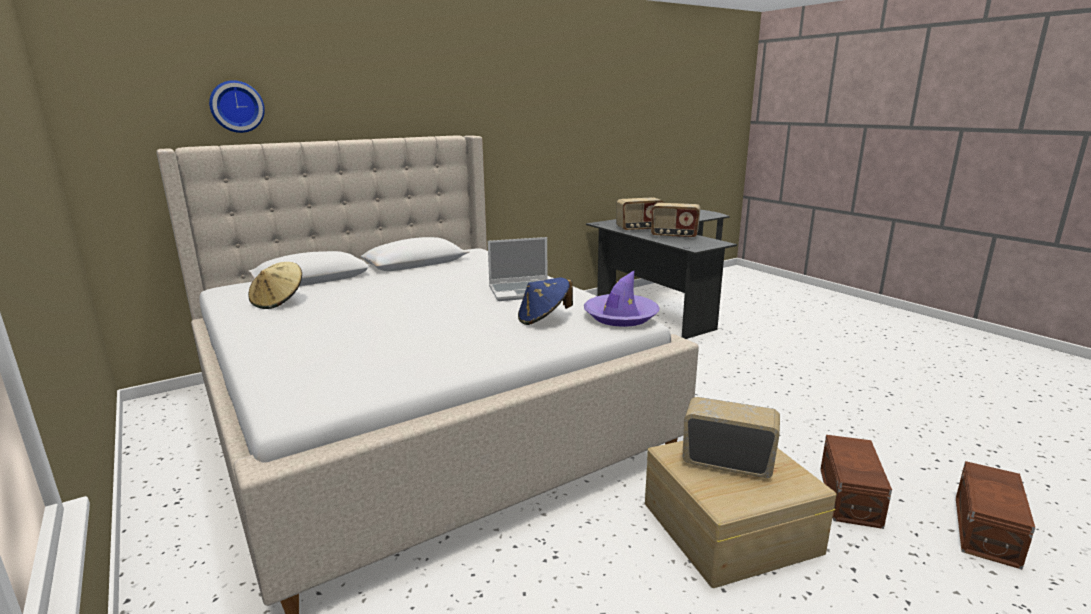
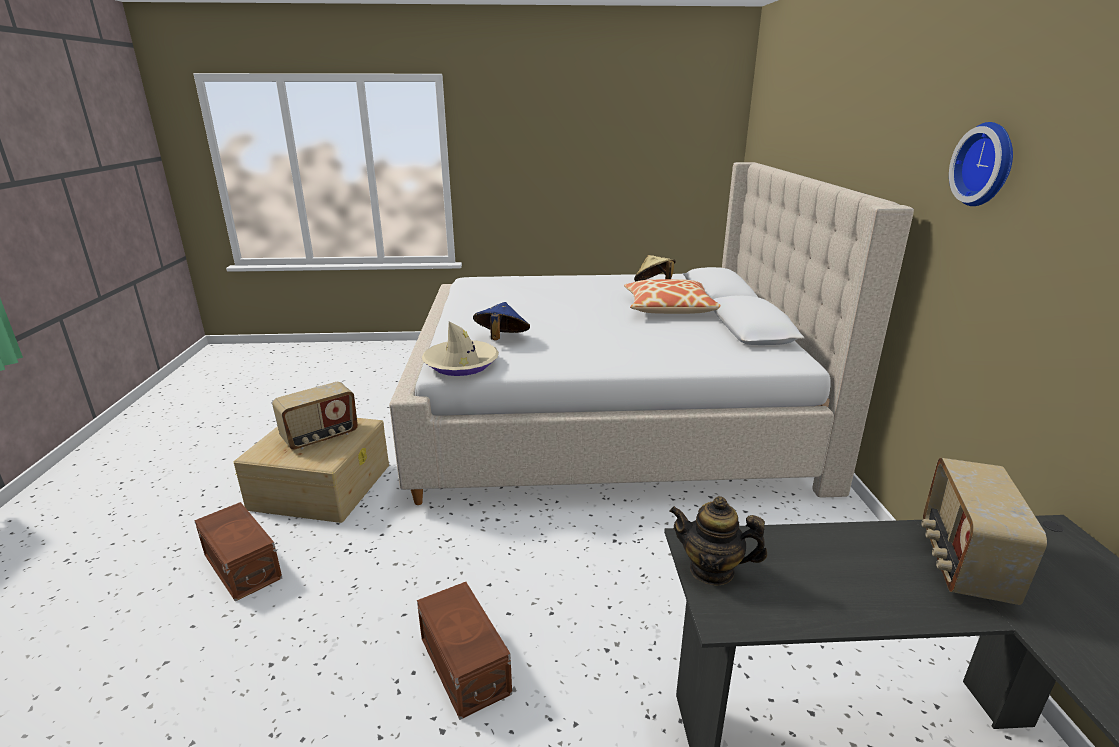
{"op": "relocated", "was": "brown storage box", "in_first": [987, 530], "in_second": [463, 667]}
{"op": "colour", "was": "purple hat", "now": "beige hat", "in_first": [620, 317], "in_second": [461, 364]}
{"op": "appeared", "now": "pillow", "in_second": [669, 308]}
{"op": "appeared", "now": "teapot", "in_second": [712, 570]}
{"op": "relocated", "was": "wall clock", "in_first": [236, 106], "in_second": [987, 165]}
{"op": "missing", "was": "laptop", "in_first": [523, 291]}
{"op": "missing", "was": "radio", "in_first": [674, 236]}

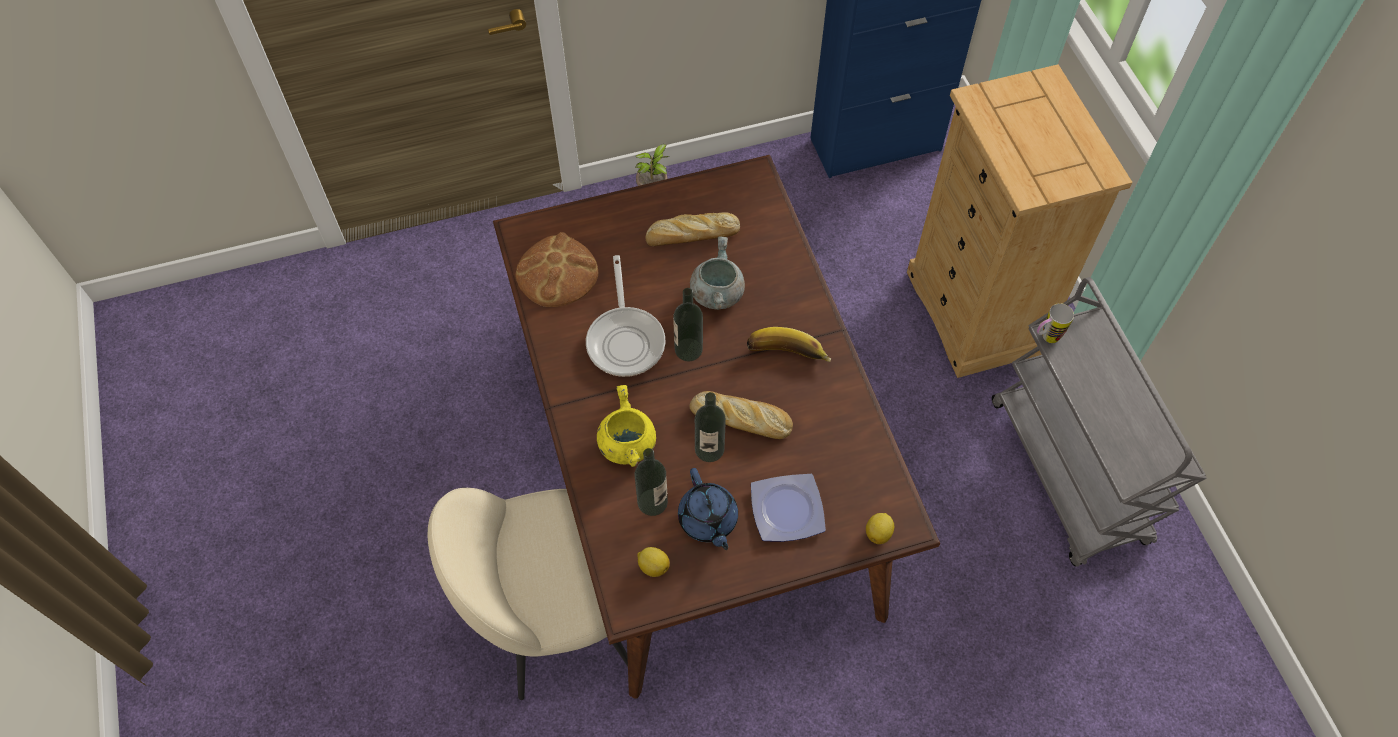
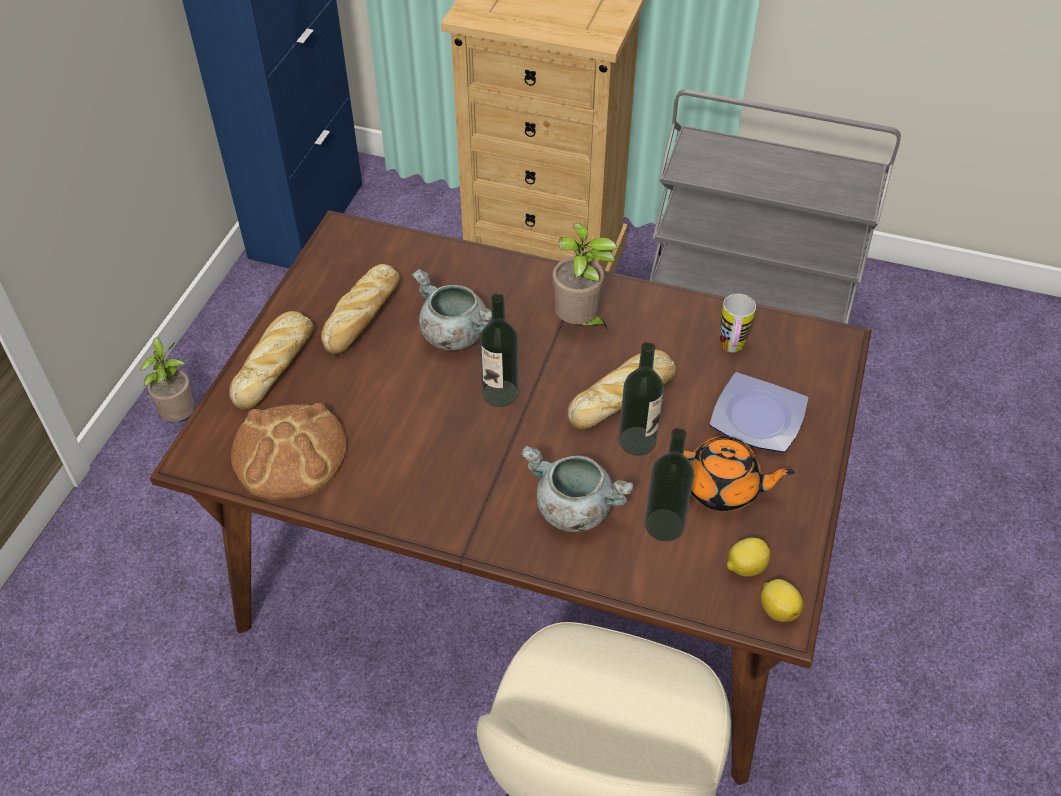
{"op": "appeared", "now": "bread", "in_second": [275, 364]}
{"op": "colour", "was": "yellow cooking pot", "now": "grey cooking pot", "in_first": [627, 444], "in_second": [573, 509]}
{"op": "exchanged", "was": "banana", "now": "potted plant", "in_first": [786, 357], "in_second": [579, 323]}
{"op": "colour", "was": "blue teapot", "now": "orange teapot", "in_first": [708, 520], "in_second": [722, 488]}
{"op": "relocated", "was": "mug", "in_first": [1045, 338], "in_second": [731, 350]}
{"op": "relocated", "was": "lemon", "in_first": [878, 533], "in_second": [777, 609]}
{"op": "missing", "was": "frying pan", "in_first": [625, 339]}

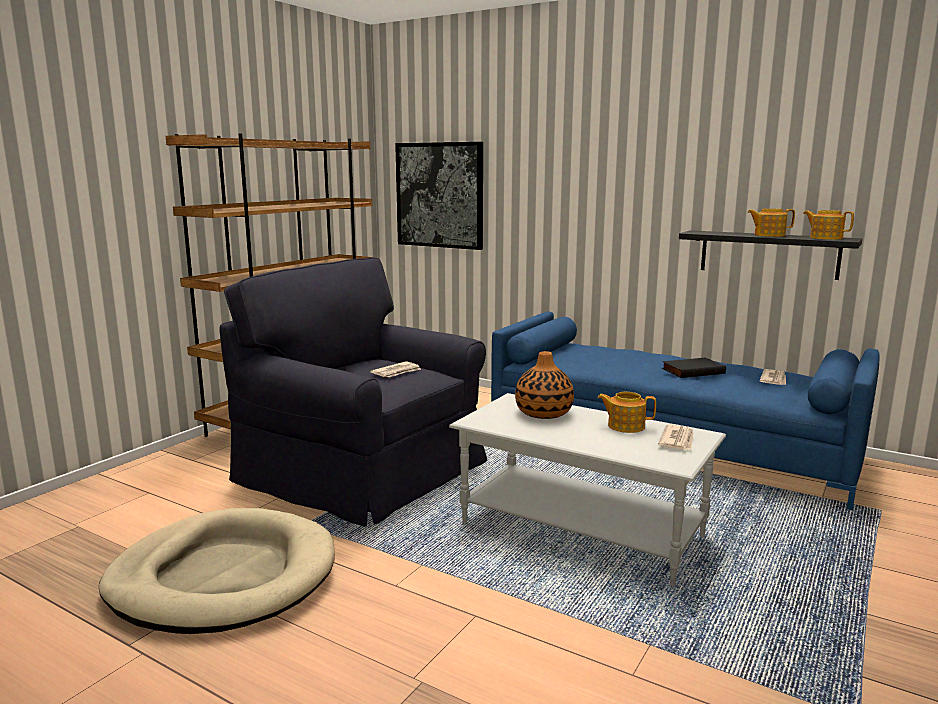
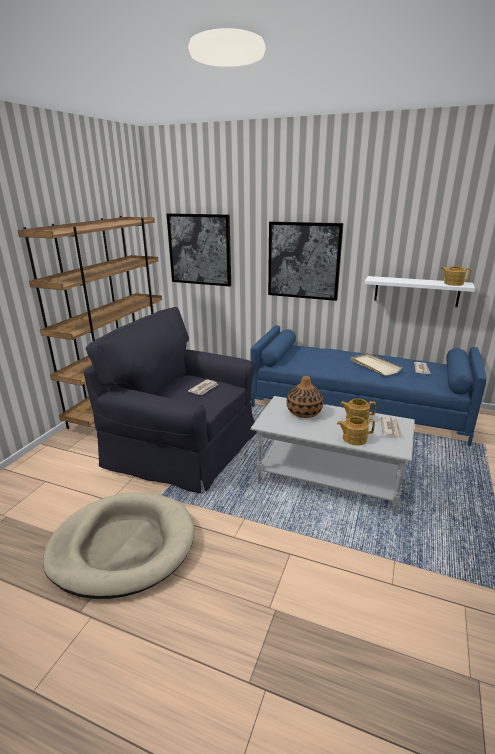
{"op": "appeared", "now": "picture", "in_second": [304, 260]}
{"op": "relocated", "was": "teapot", "in_first": [768, 235], "in_second": [354, 438]}
{"op": "exchanged", "was": "black book", "now": "beige tray", "in_first": [692, 371], "in_second": [374, 366]}
{"op": "colour", "was": "black shelf", "now": "white shelf", "in_first": [768, 254], "in_second": [416, 291]}

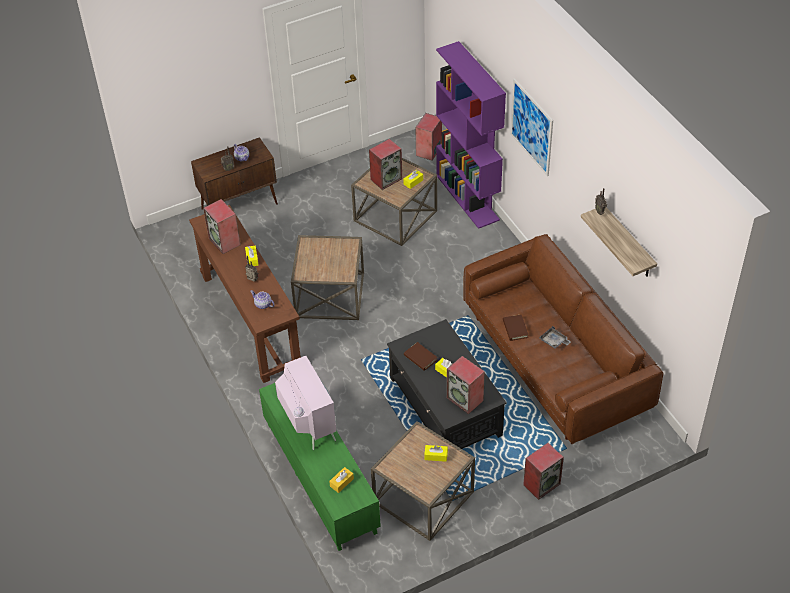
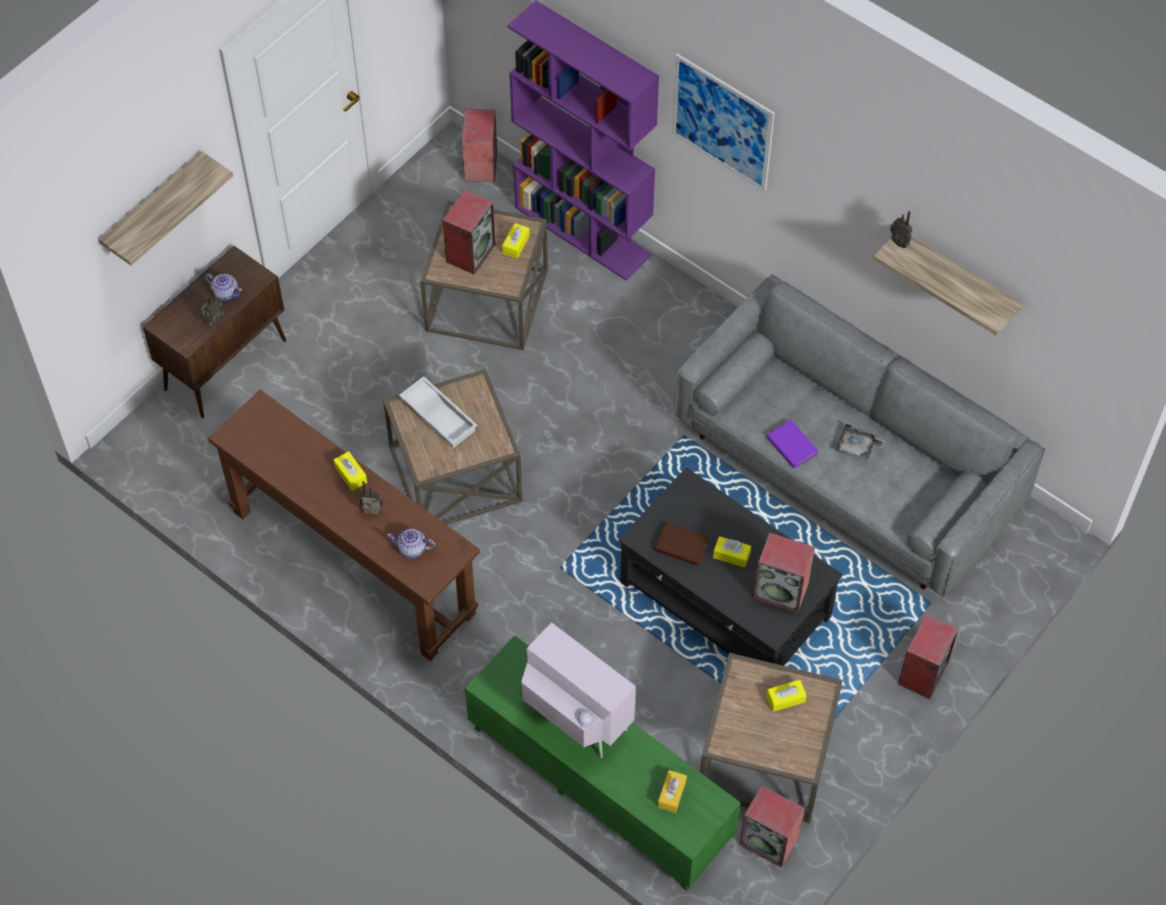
{"op": "appeared", "now": "shelf", "in_second": [154, 208]}
{"op": "appeared", "now": "white tray", "in_second": [440, 415]}
{"op": "colour", "was": "brown sofa", "now": "grey sofa", "in_first": [555, 362], "in_second": [848, 468]}
{"op": "relocated", "was": "speaker", "in_first": [225, 242], "in_second": [770, 841]}
{"op": "colour", "was": "brown book", "now": "purple book", "in_first": [515, 329], "in_second": [791, 446]}

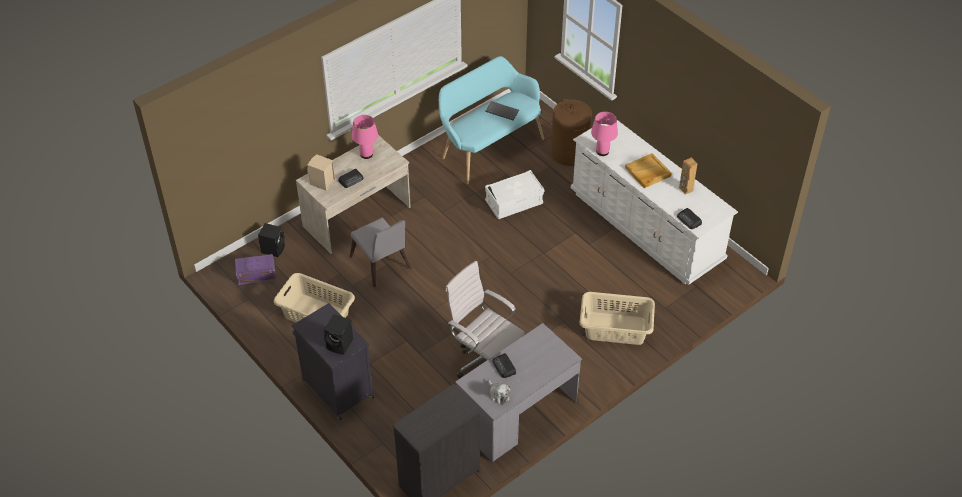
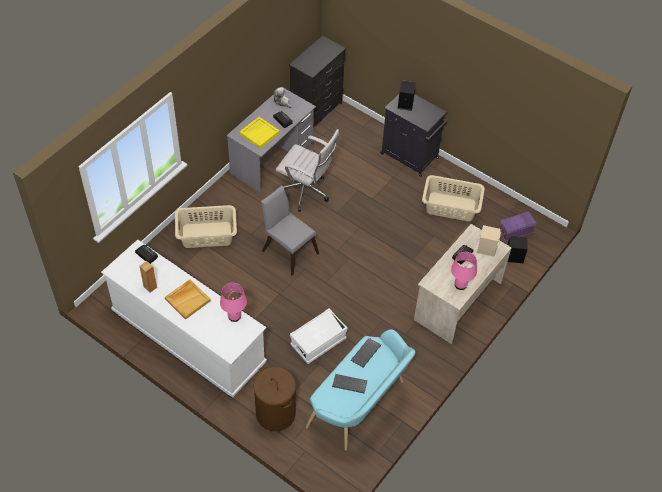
{"op": "appeared", "now": "yellow tray", "in_second": [259, 133]}
{"op": "relocated", "was": "grey chair", "in_first": [381, 266], "in_second": [288, 249]}
{"op": "appeared", "now": "keyboard", "in_second": [366, 353]}

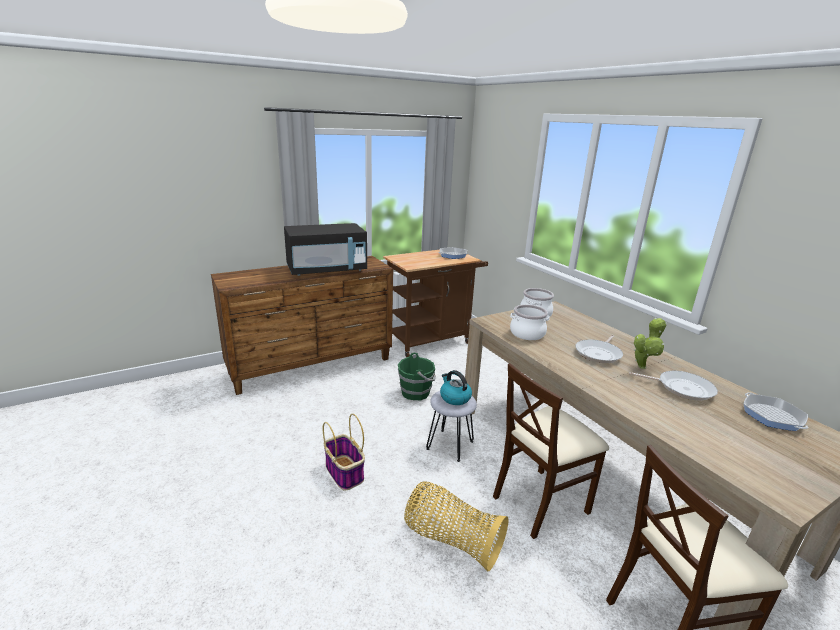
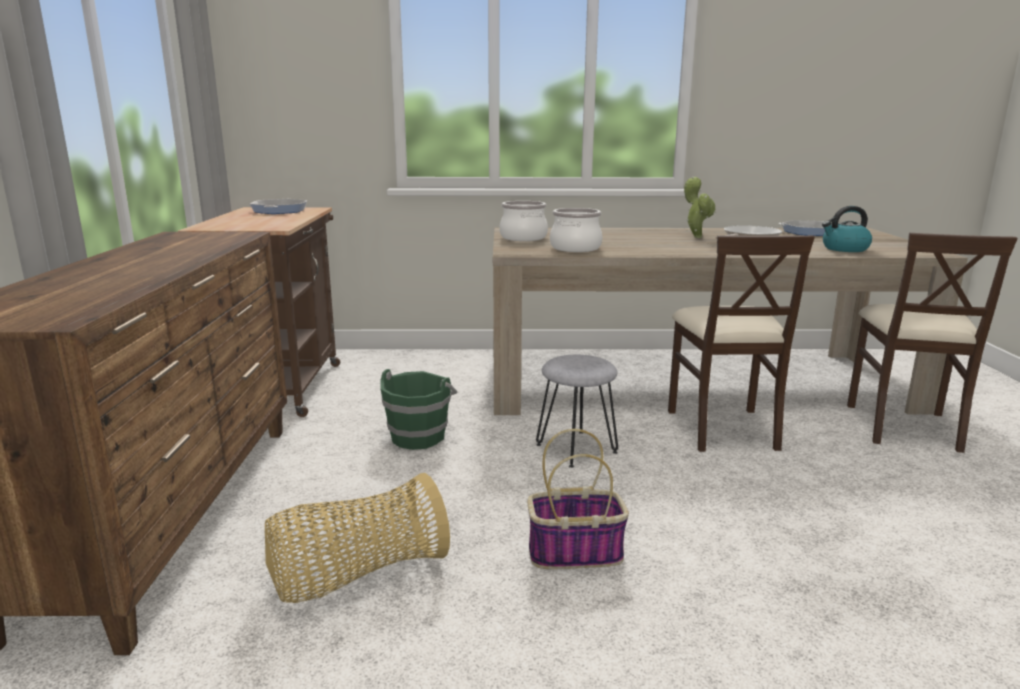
{"op": "relocated", "was": "basket", "in_first": [451, 540], "in_second": [357, 576]}
{"op": "relocated", "was": "kettle", "in_first": [454, 398], "in_second": [844, 249]}
{"op": "missing", "was": "black microwave", "in_first": [327, 270]}
{"op": "missing", "was": "frying pan", "in_first": [599, 353]}

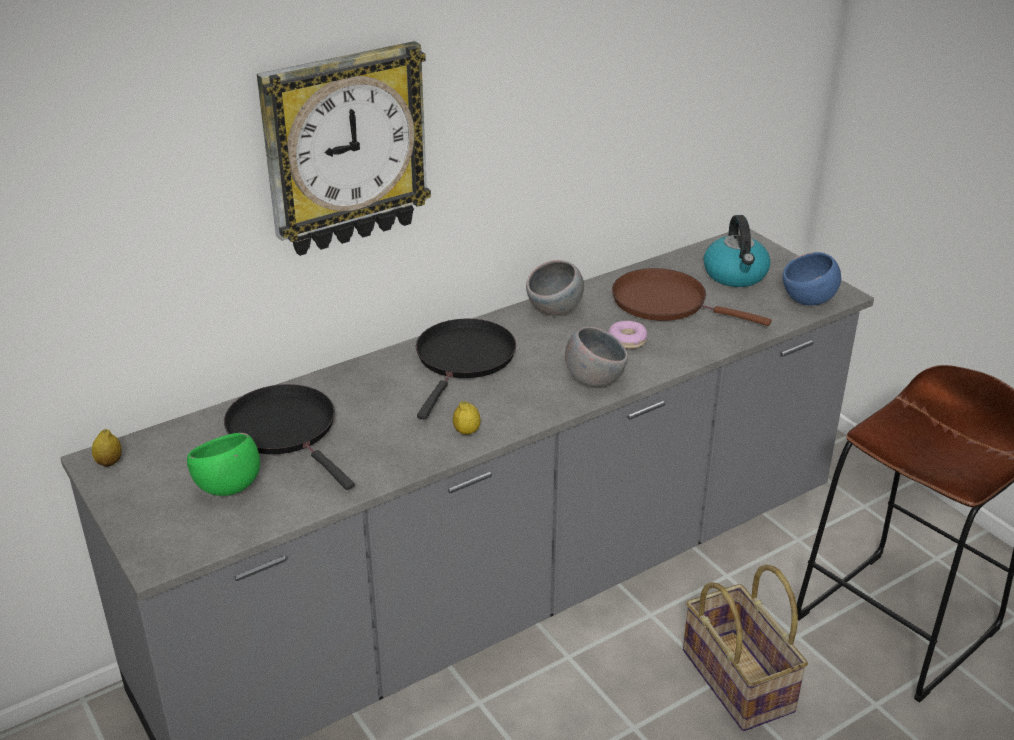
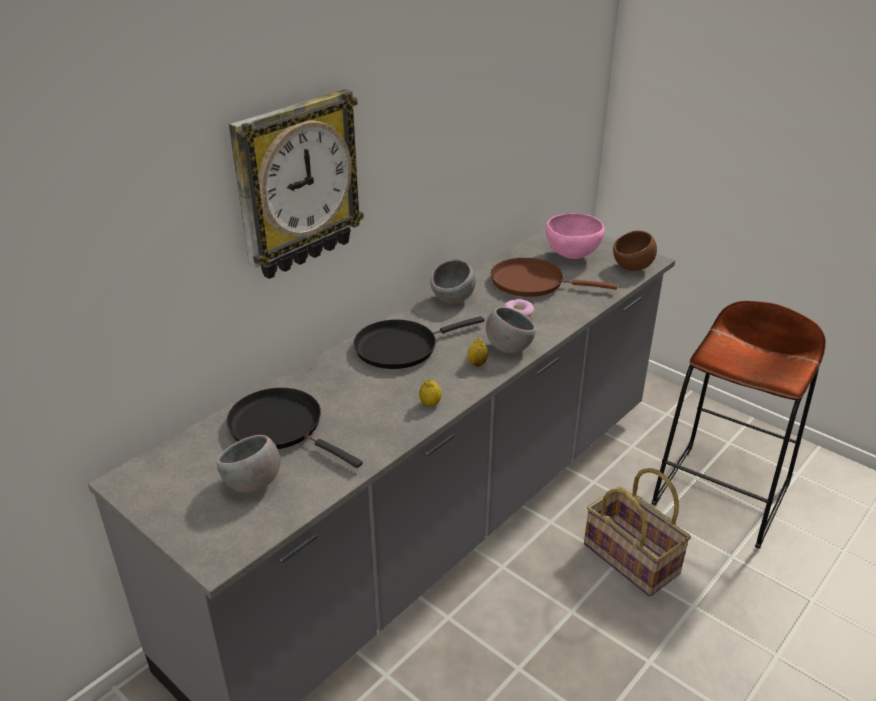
{"op": "colour", "was": "green bowl", "now": "grey bowl", "in_first": [228, 488], "in_second": [252, 484]}
{"op": "spun", "was": "black frying pan", "in_first": [464, 359], "in_second": [401, 347], "clockwise": -120}
{"op": "relocated", "was": "lemon", "in_first": [109, 463], "in_second": [477, 364]}
{"op": "exchanged", "was": "kettle", "now": "pink bowl", "in_first": [736, 275], "in_second": [572, 256]}
{"op": "colour", "was": "blue bowl", "now": "brown bowl", "in_first": [808, 301], "in_second": [632, 268]}

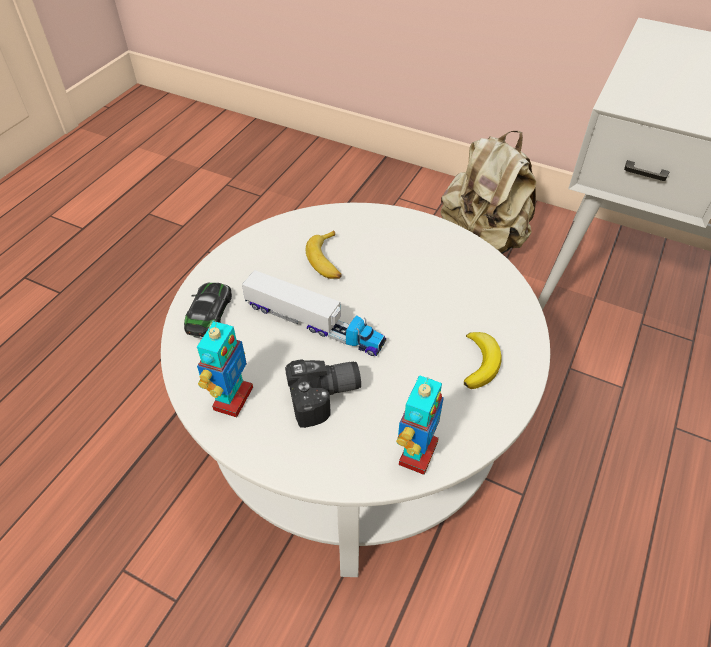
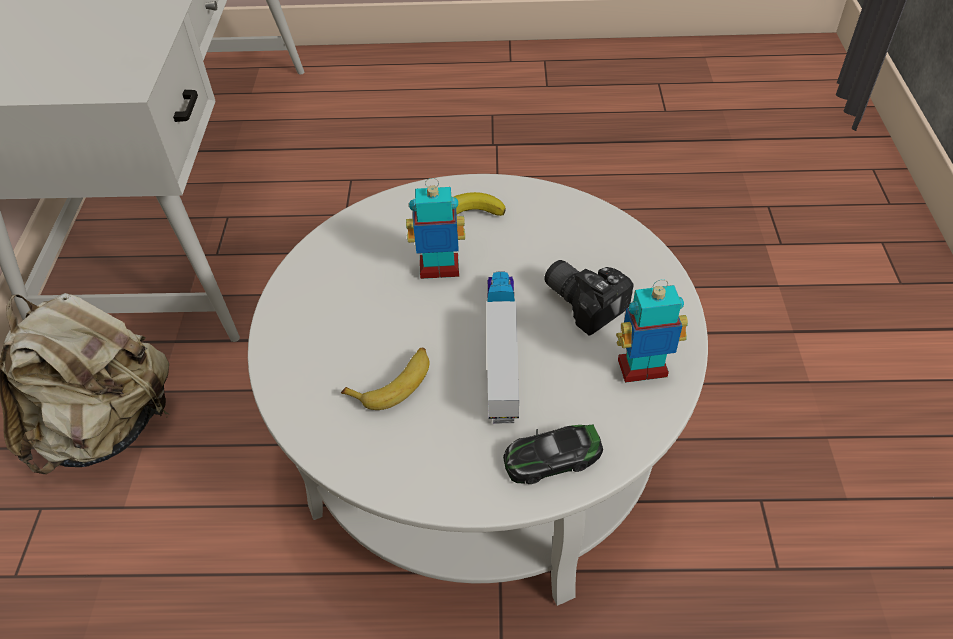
{"op": "relocated", "was": "toy robot", "in_first": [417, 453], "in_second": [439, 269]}

